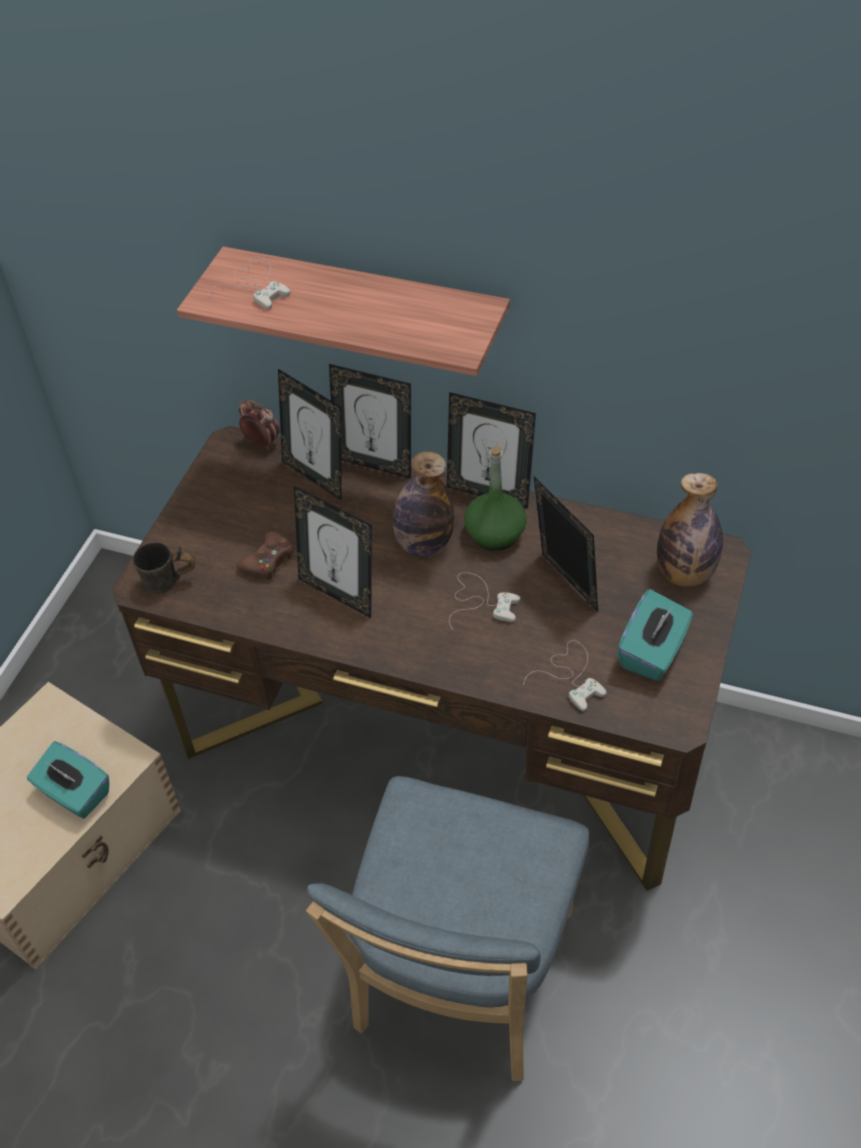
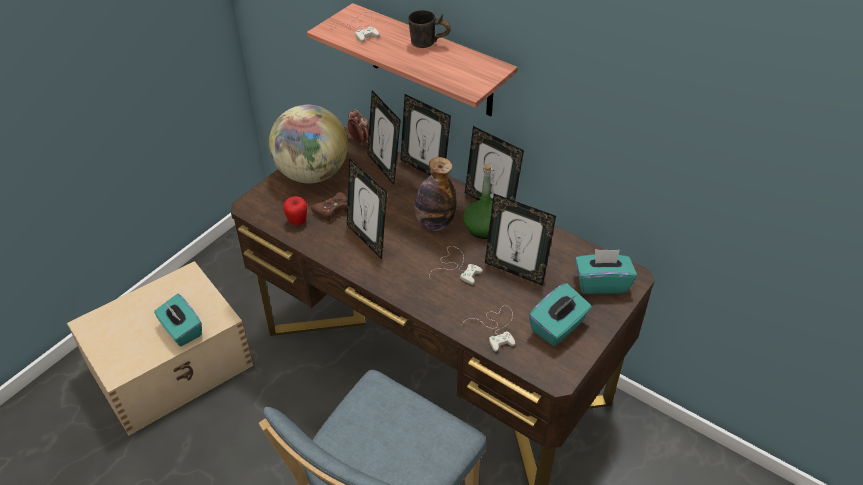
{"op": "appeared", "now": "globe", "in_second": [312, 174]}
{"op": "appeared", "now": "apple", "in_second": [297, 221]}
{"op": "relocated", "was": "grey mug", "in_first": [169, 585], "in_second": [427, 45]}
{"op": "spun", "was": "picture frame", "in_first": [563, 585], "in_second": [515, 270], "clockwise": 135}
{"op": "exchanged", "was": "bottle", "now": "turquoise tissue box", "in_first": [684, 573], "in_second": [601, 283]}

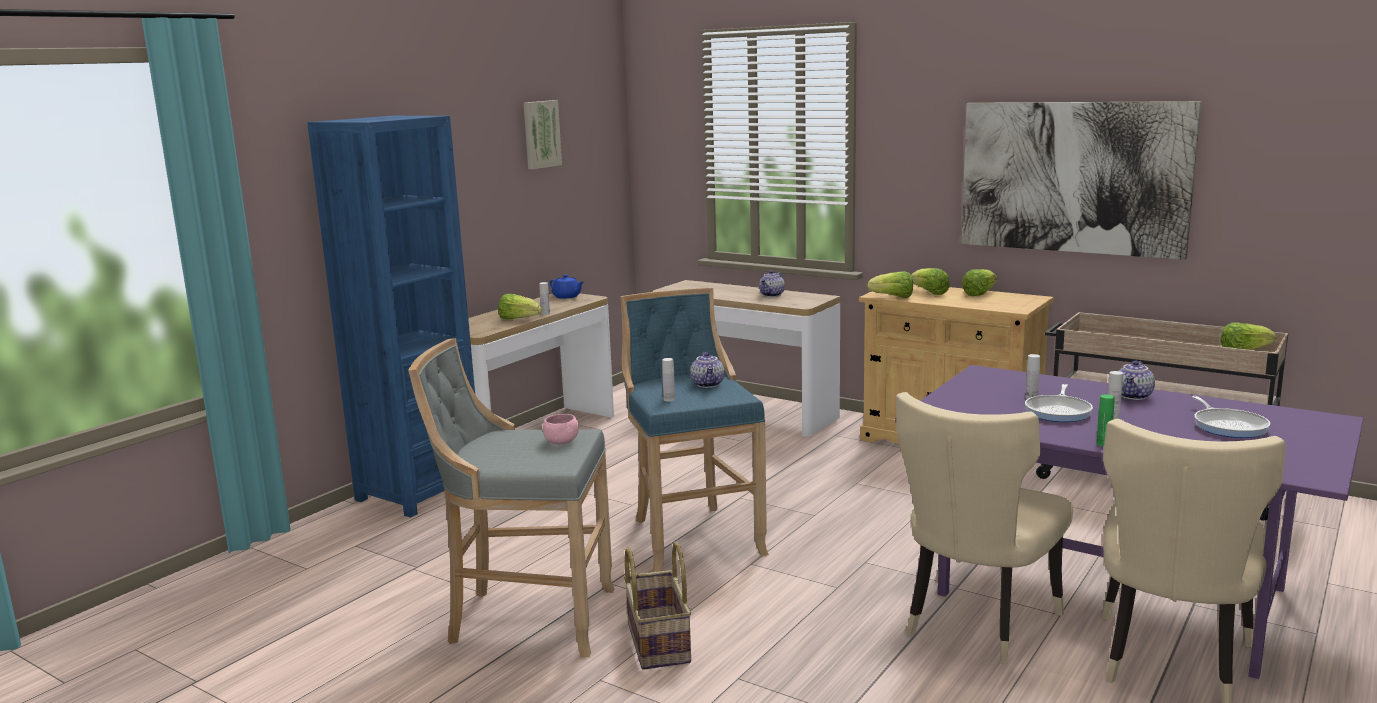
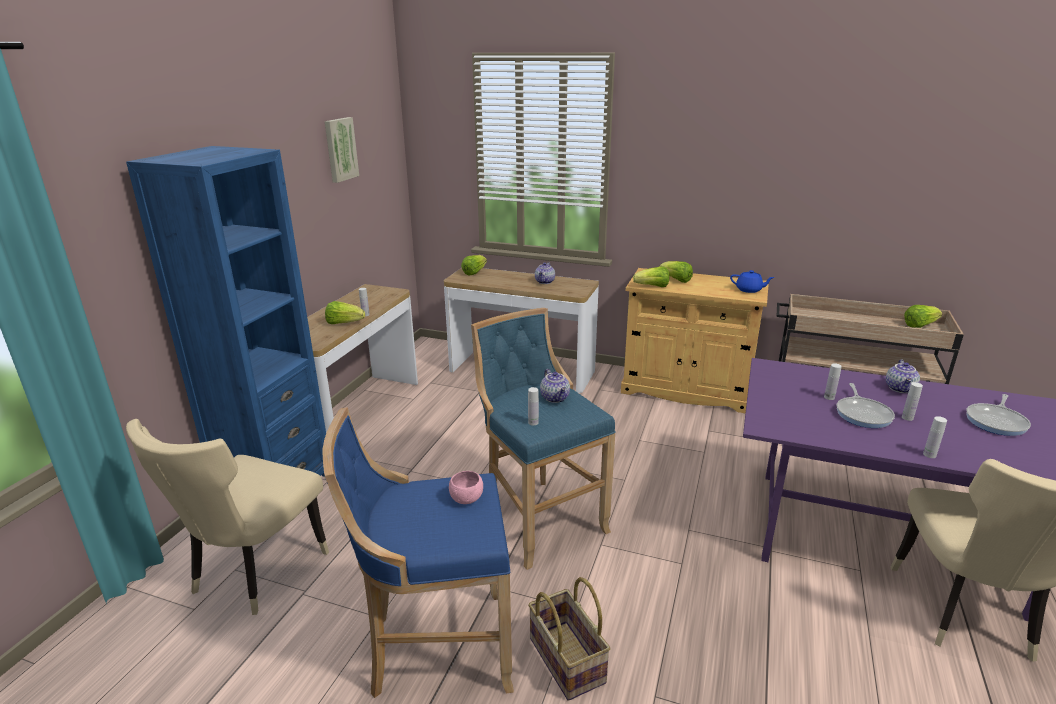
{"op": "relocated", "was": "beige chair", "in_first": [975, 624], "in_second": [254, 573]}
{"op": "colour", "was": "grey stool", "now": "blue stool", "in_first": [527, 619], "in_second": [436, 648]}
{"op": "relocated", "was": "lettuce", "in_first": [979, 294], "in_second": [474, 272]}
{"op": "relocated", "was": "blue teapot", "in_first": [567, 297], "in_second": [749, 290]}
{"op": "colour", "was": "green bottle", "now": "white bottle", "in_first": [1103, 444], "in_second": [929, 455]}
{"op": "spun", "was": "frying pan", "in_first": [1228, 426], "in_second": [996, 421], "clockwise": 60}
{"op": "missing", "was": "picture", "in_first": [1073, 177]}

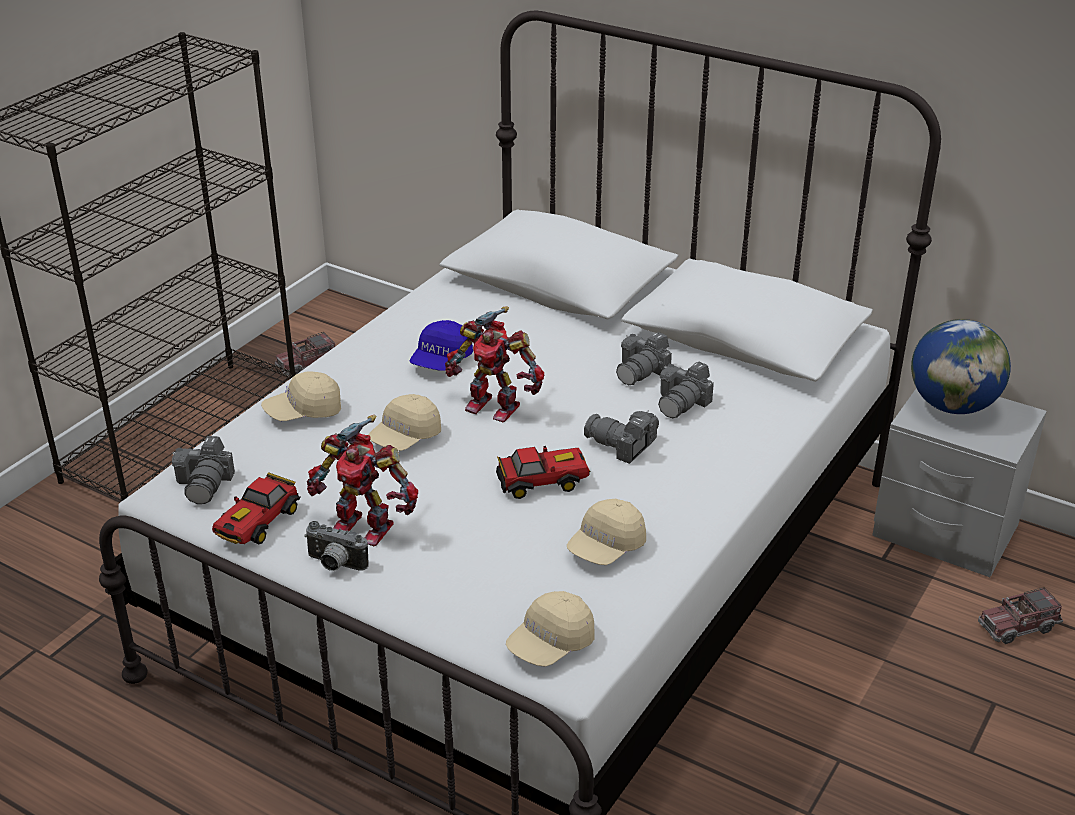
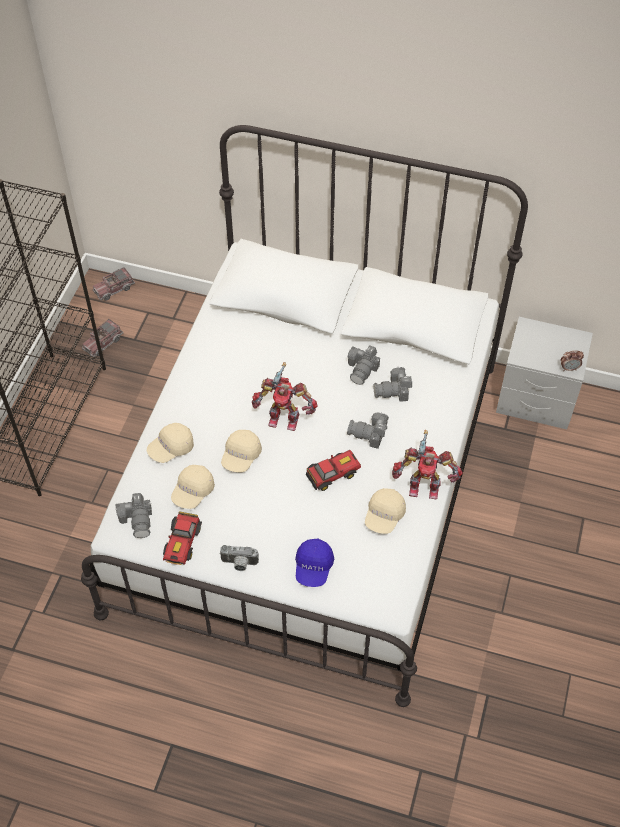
{"op": "relocated", "was": "toy truck", "in_first": [1018, 626], "in_second": [114, 289]}
{"op": "relocated", "was": "beige cap", "in_first": [550, 644], "in_second": [193, 492]}
{"op": "relocated", "was": "blue cap", "in_first": [441, 361], "in_second": [313, 567]}
{"op": "spun", "was": "photo camera", "in_first": [683, 402], "in_second": [394, 391], "clockwise": 60}
{"op": "relocated", "was": "toy robot", "in_first": [365, 526], "in_second": [424, 486]}
{"op": "appeared", "now": "alarm clock", "in_second": [569, 368]}
{"op": "missing", "was": "globe", "in_first": [952, 405]}

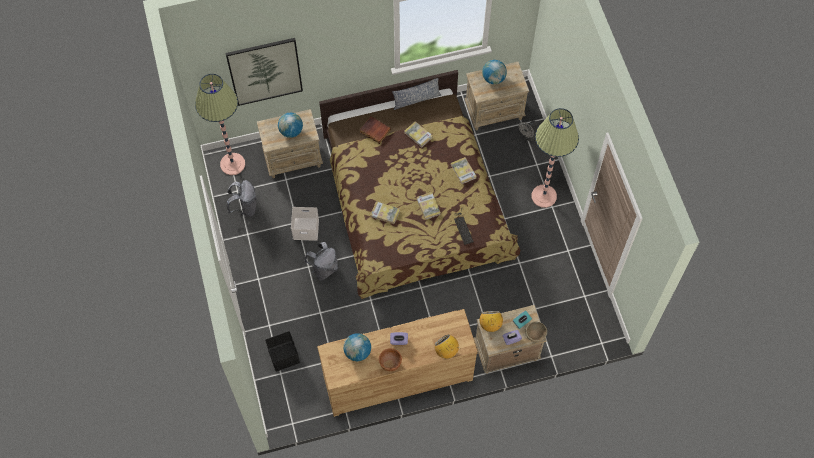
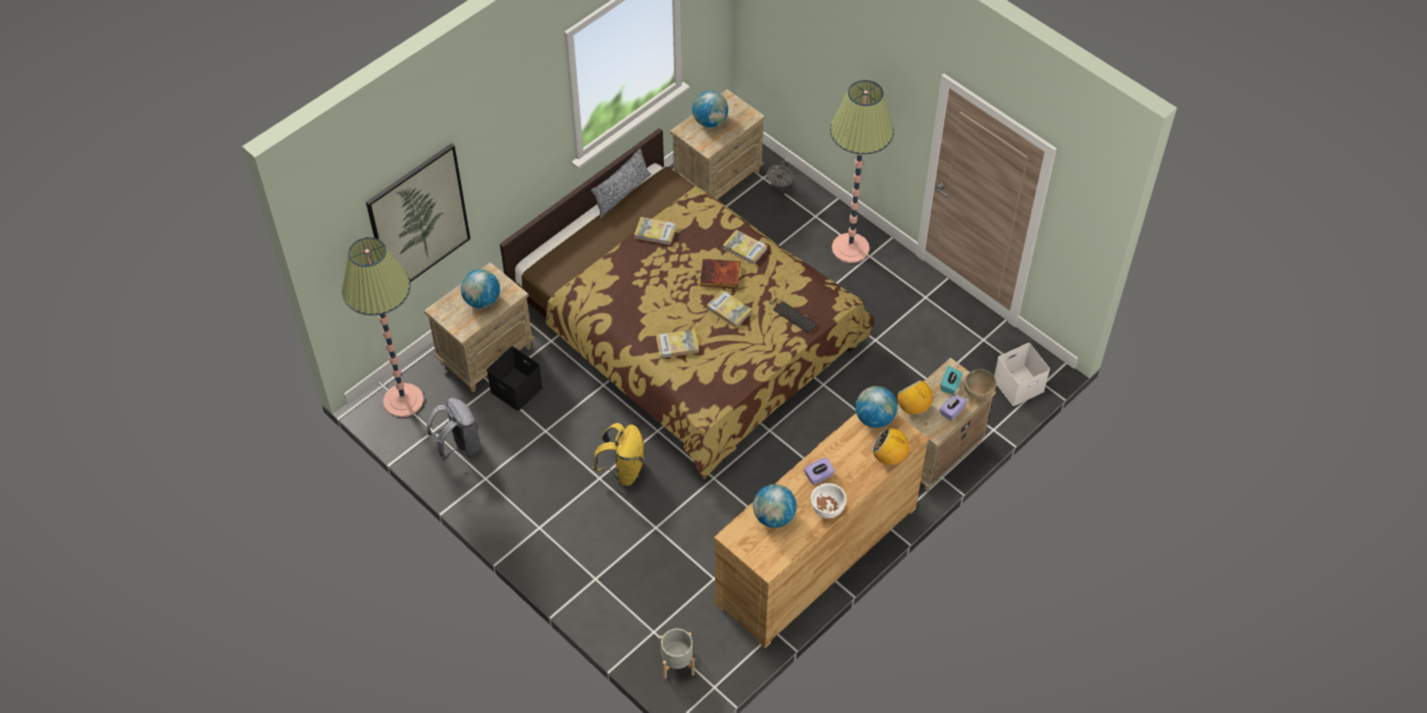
{"op": "relocated", "was": "black storage box", "in_first": [283, 355], "in_second": [515, 389]}
{"op": "colour", "was": "grey backpack", "now": "yellow backpack", "in_first": [324, 269], "in_second": [623, 470]}
{"op": "appeared", "now": "grey planter", "in_second": [677, 663]}
{"op": "relocated", "was": "book", "in_first": [374, 131], "in_second": [719, 276]}
{"op": "colour", "was": "brown bowl", "now": "white bowl", "in_first": [390, 363], "in_second": [827, 509]}
{"op": "appeared", "now": "globe", "in_second": [874, 418]}
{"op": "relocated", "was": "white storage box", "in_first": [306, 228], "in_second": [1018, 384]}

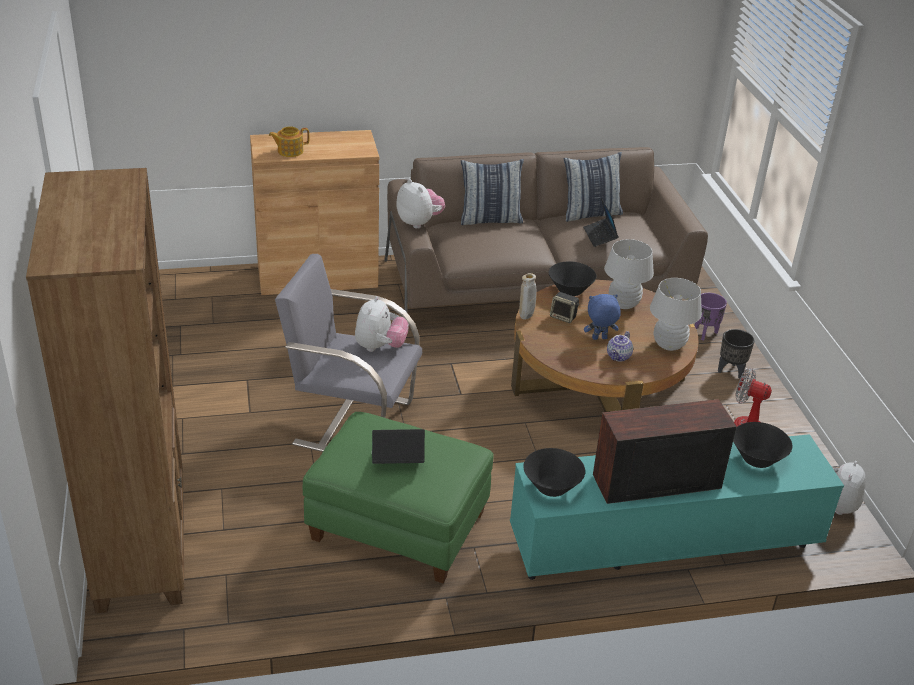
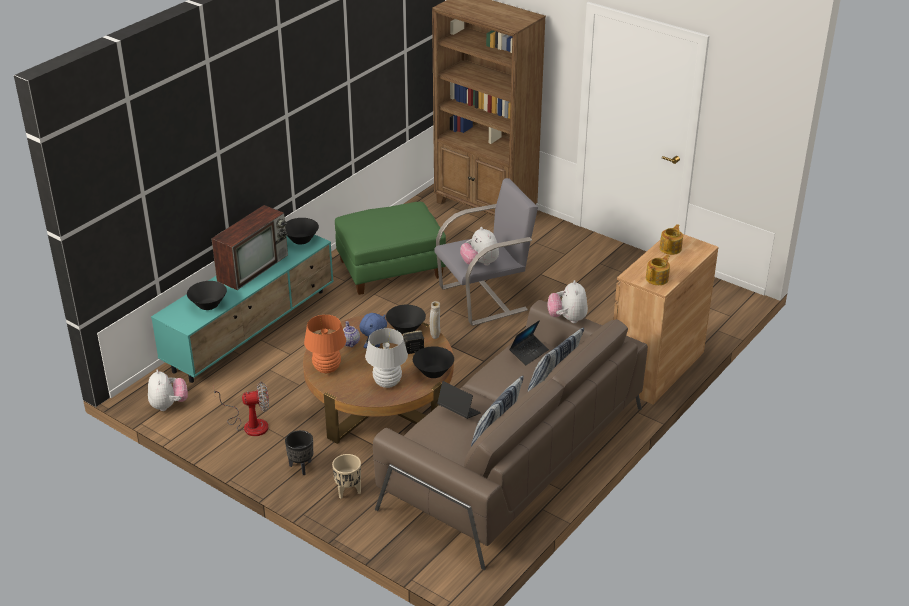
{"op": "colour", "was": "white table lamp", "now": "orange table lamp", "in_first": [669, 345], "in_second": [327, 368]}
{"op": "colour", "was": "purple planter", "now": "beige planter", "in_first": [704, 333], "in_second": [348, 491]}
{"op": "appeared", "now": "black bowl", "in_second": [406, 329]}
{"op": "relocated", "was": "laptop", "in_first": [397, 461], "in_second": [529, 353]}
{"op": "spun", "was": "plush toy", "in_first": [419, 222], "in_second": [567, 318], "clockwise": 75}
{"op": "appeared", "now": "teapot", "in_second": [657, 278]}

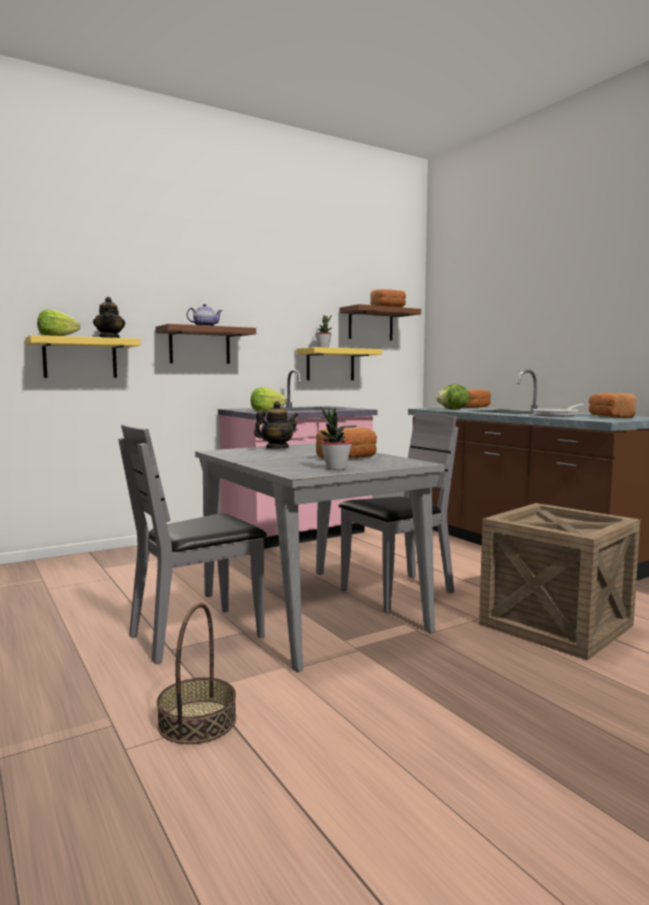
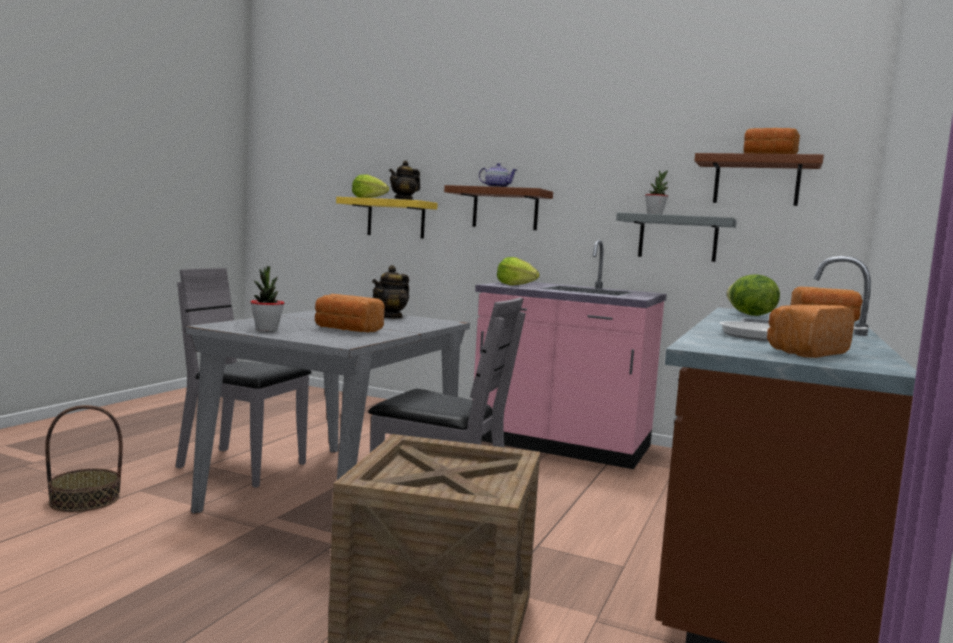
{"op": "spun", "was": "teapot", "in_first": [276, 448], "in_second": [390, 317], "clockwise": 105}
{"op": "colour", "was": "yellow shelf", "now": "grey shelf", "in_first": [330, 364], "in_second": [678, 238]}

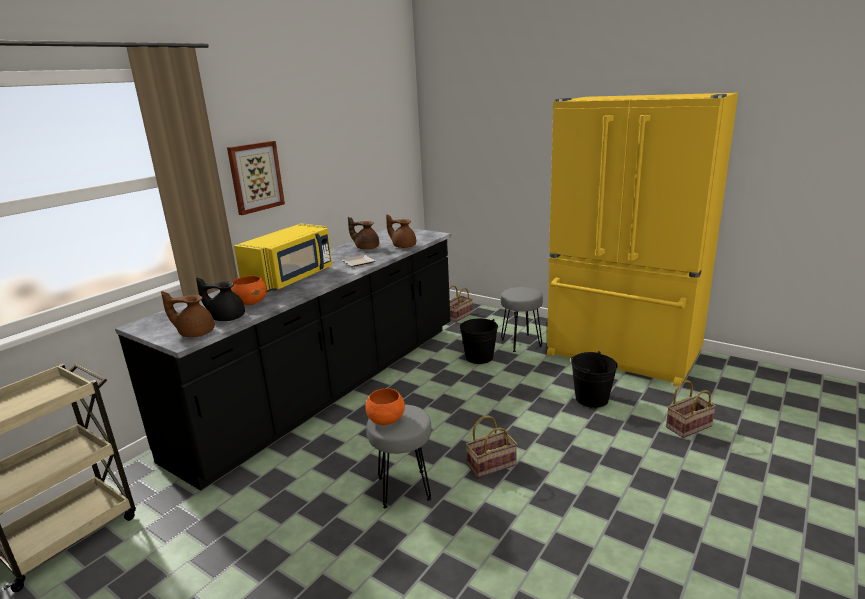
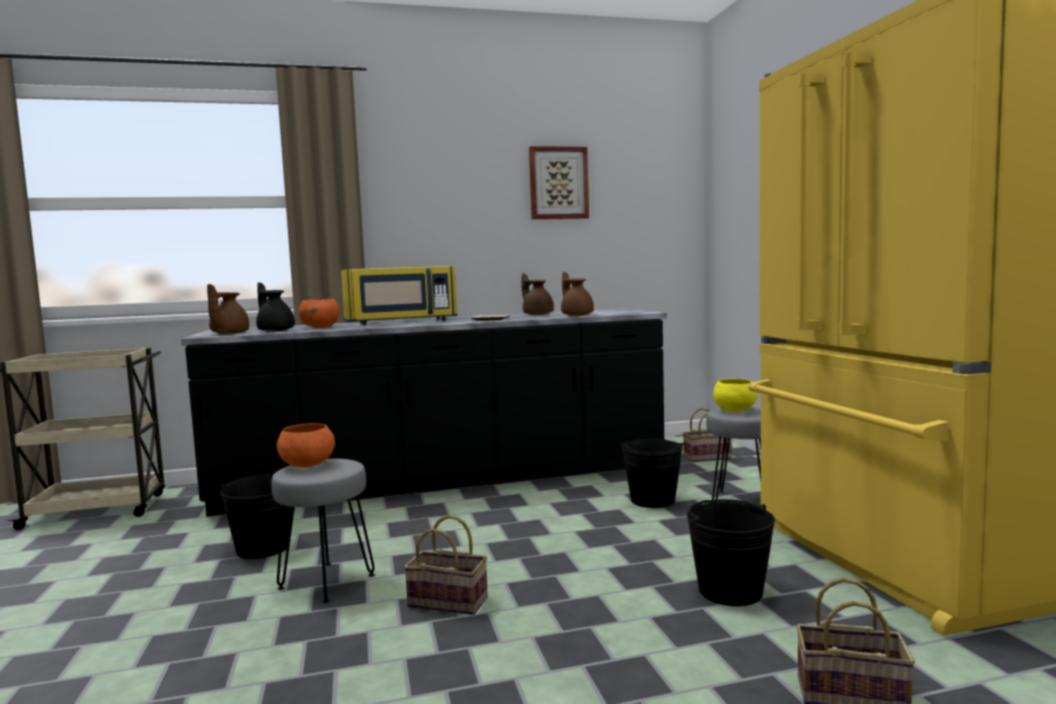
{"op": "spun", "was": "brown teapot", "in_first": [195, 333], "in_second": [228, 333], "clockwise": -120}
{"op": "appeared", "now": "black bucket", "in_second": [263, 548]}
{"op": "relocated", "was": "picture", "in_first": [255, 177], "in_second": [558, 183]}
{"op": "appeared", "now": "yellow bowl", "in_second": [734, 411]}

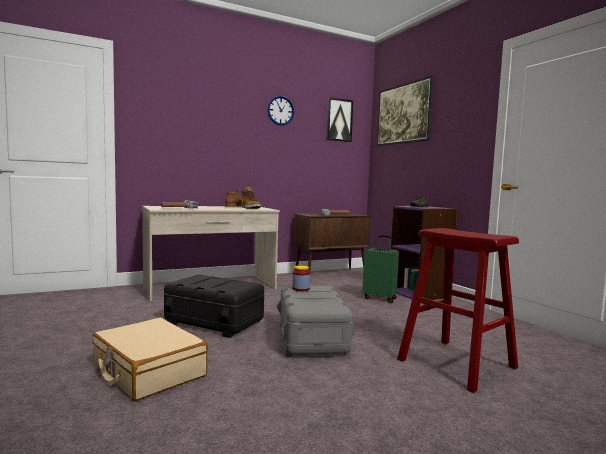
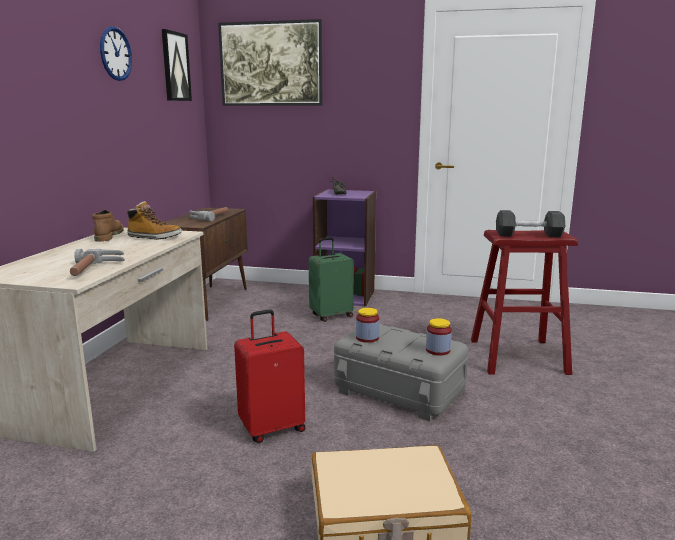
{"op": "exchanged", "was": "black storage box", "now": "red suitcase", "in_first": [215, 322], "in_second": [272, 428]}
{"op": "appeared", "now": "jar", "in_second": [438, 350]}
{"op": "appeared", "now": "black dumbbell", "in_second": [528, 235]}

